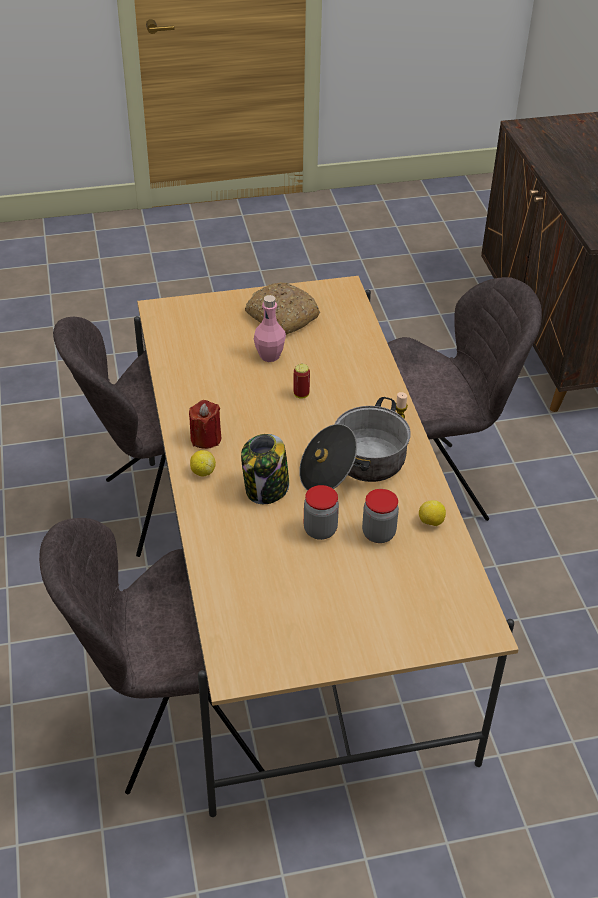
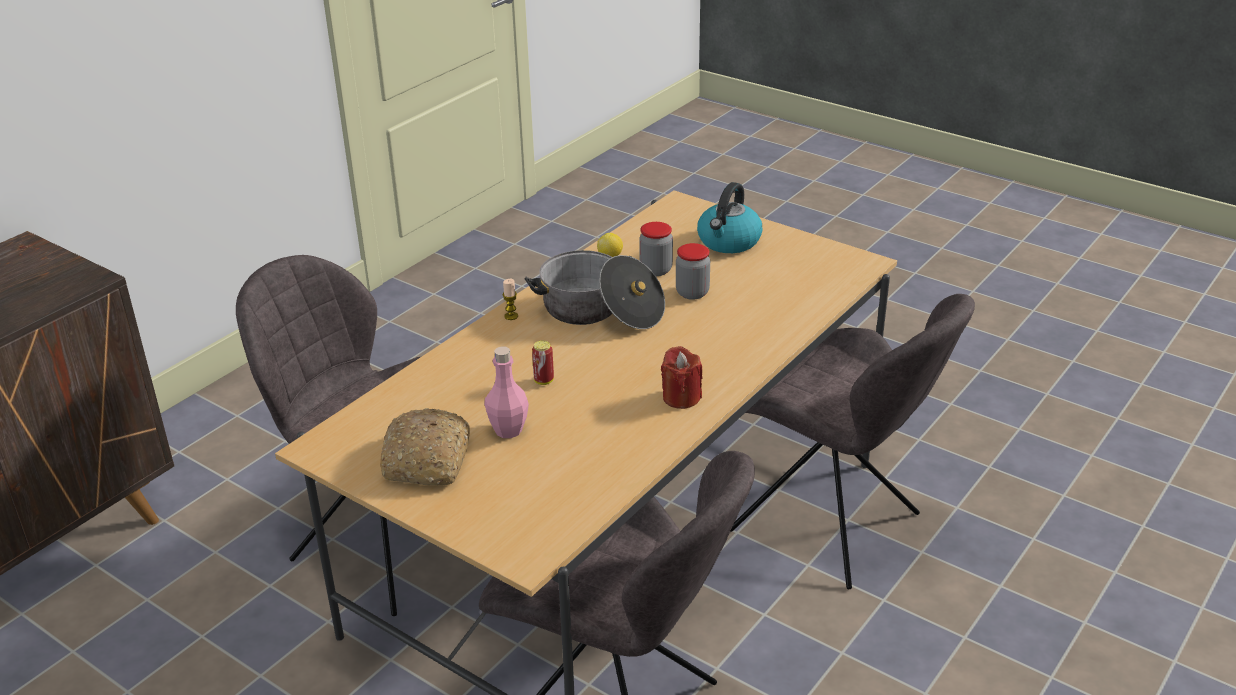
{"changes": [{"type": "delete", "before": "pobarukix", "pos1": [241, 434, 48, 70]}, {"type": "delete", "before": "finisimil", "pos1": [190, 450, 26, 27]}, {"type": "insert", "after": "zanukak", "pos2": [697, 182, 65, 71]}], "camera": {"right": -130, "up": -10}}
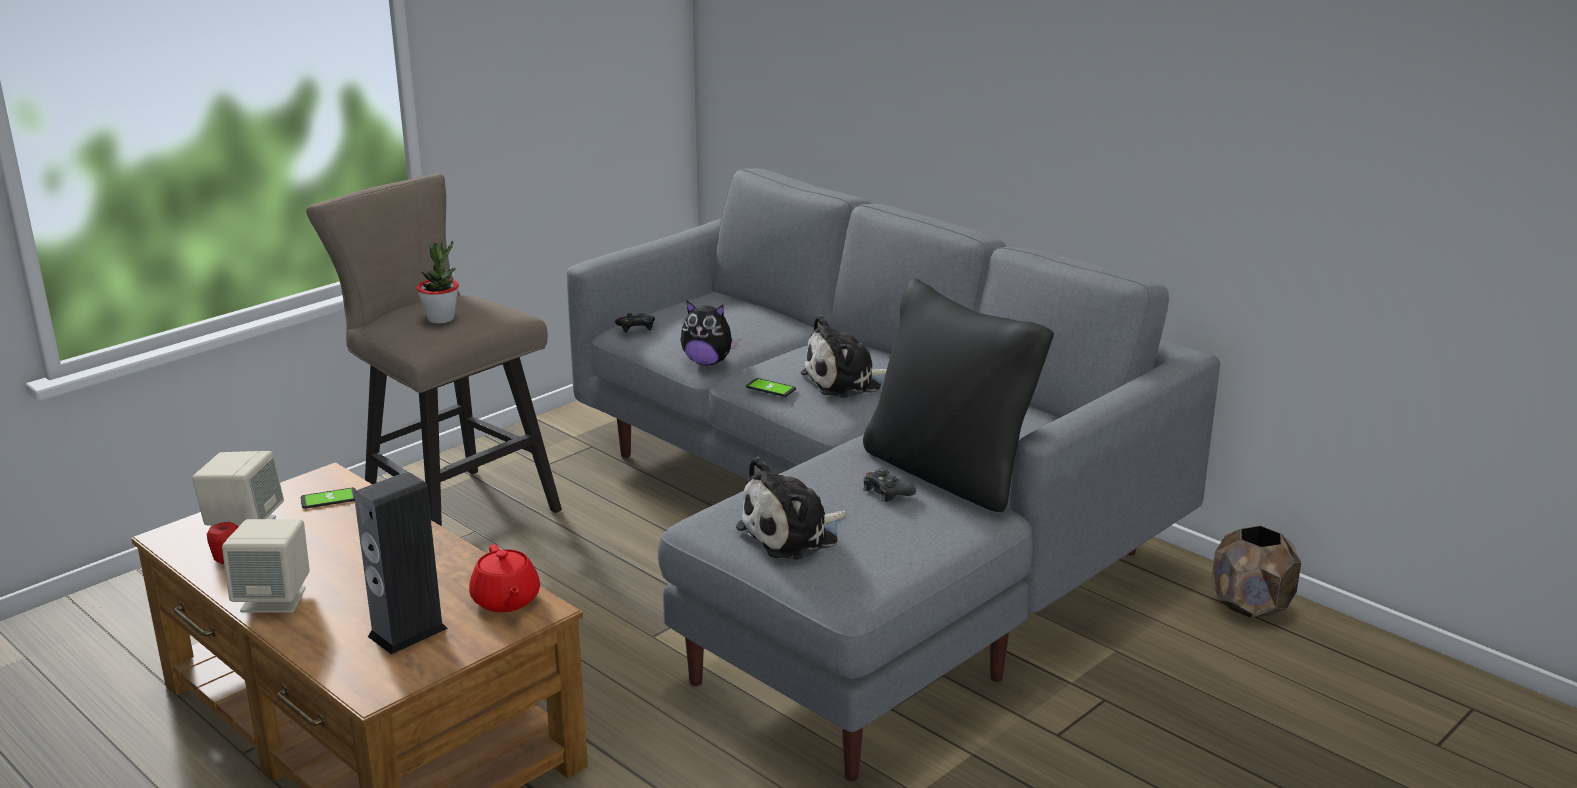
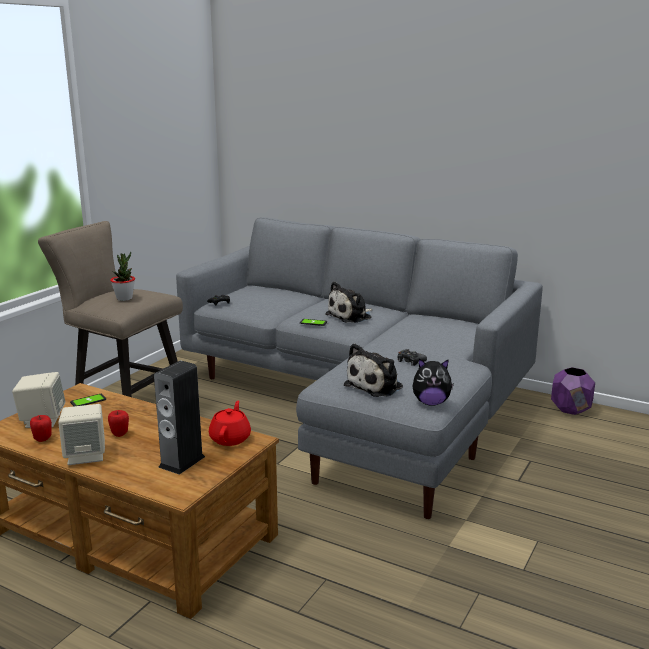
{"changes": [{"type": "delete", "before": "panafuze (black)", "pos1": [863, 279, 191, 233]}, {"type": "move", "before": "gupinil", "pos1": [681, 300, 59, 66], "pos2": [412, 359, 42, 47]}, {"type": "recolor", "before": "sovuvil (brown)", "after": "sovuvil (purple)", "pos1": [1211, 526, 90, 92], "pos2": [551, 367, 44, 48]}, {"type": "rotate", "before": "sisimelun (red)", "pos1": [469, 544, 71, 68], "pos2": [209, 400, 42, 46], "turn": -135}, {"type": "insert", "after": "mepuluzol", "pos2": [108, 410, 21, 27]}], "camera": {"right": -15, "up": -5}}
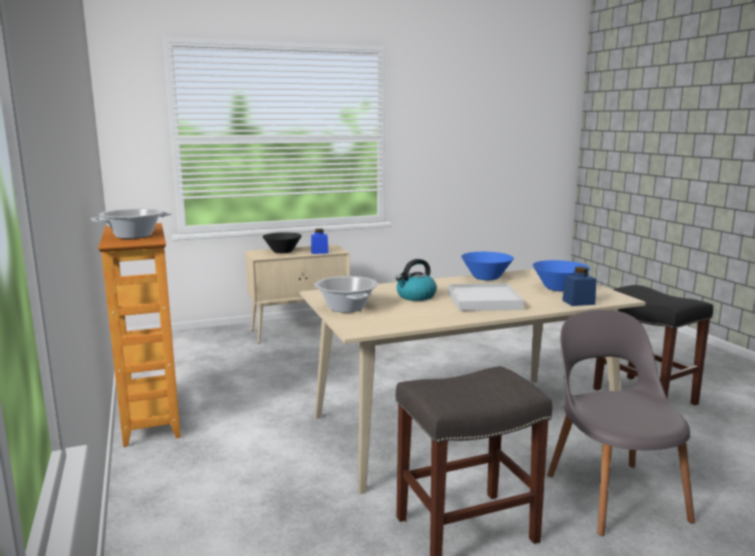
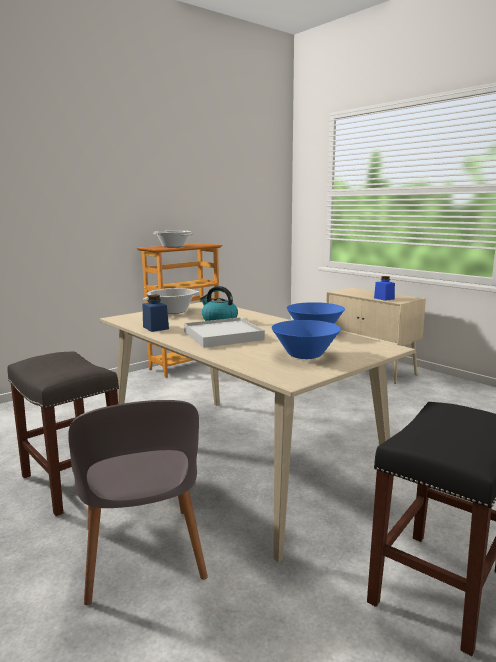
{"changes": [{"type": "delete", "before": "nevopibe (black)", "pos1": [263, 232, 39, 21]}, {"type": "move", "before": "pobarukix (blue)", "pos1": [562, 266, 34, 40], "pos2": [143, 295, 26, 37]}, {"type": "rotate", "before": "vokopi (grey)", "pos1": [547, 310, 148, 226], "pos2": [68, 400, 140, 205], "turn": 105}], "camera": {"right": 70, "up": 0}}
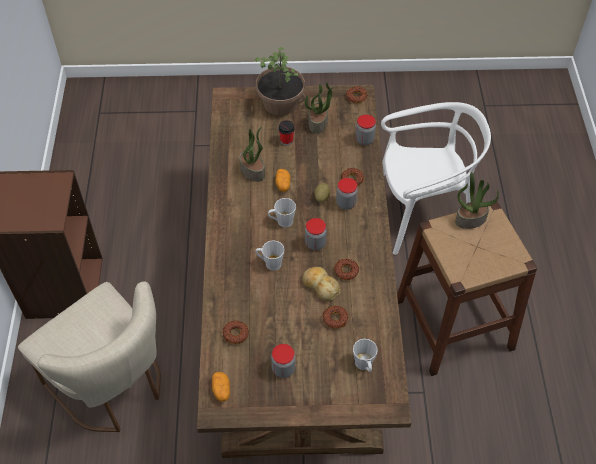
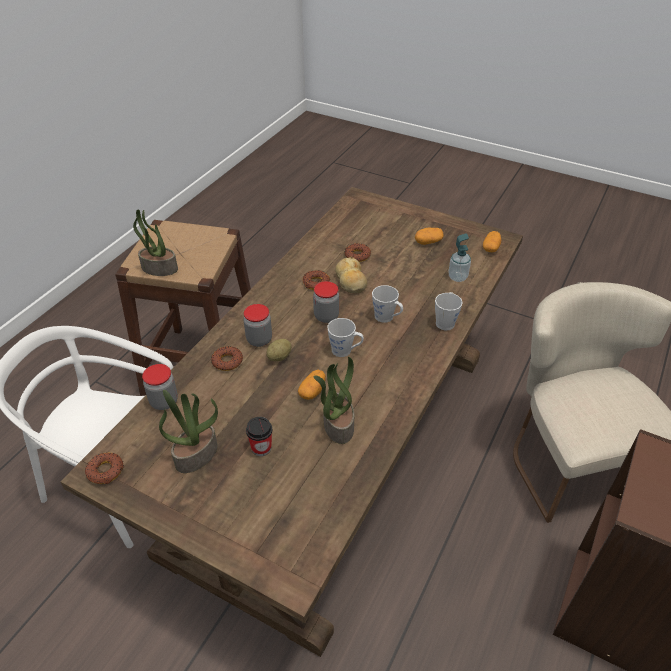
{"changes": [{"type": "delete", "before": "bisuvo", "pos1": [254, 47, 51, 69]}, {"type": "replace", "before": "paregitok", "after": "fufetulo", "pos1": [222, 321, 27, 23], "pos2": [448, 233, 23, 49]}, {"type": "move", "before": "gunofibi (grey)", "pos1": [353, 339, 25, 33], "pos2": [435, 292, 28, 39]}, {"type": "replace", "before": "pobarukix", "after": "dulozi", "pos1": [271, 344, 24, 34], "pos2": [415, 227, 29, 18]}], "camera": {"right": -150, "up": -10}}
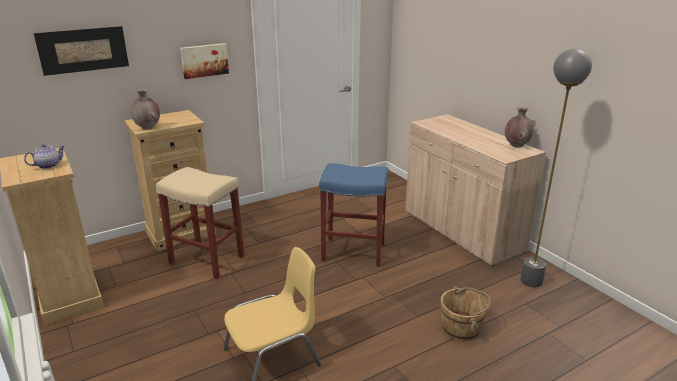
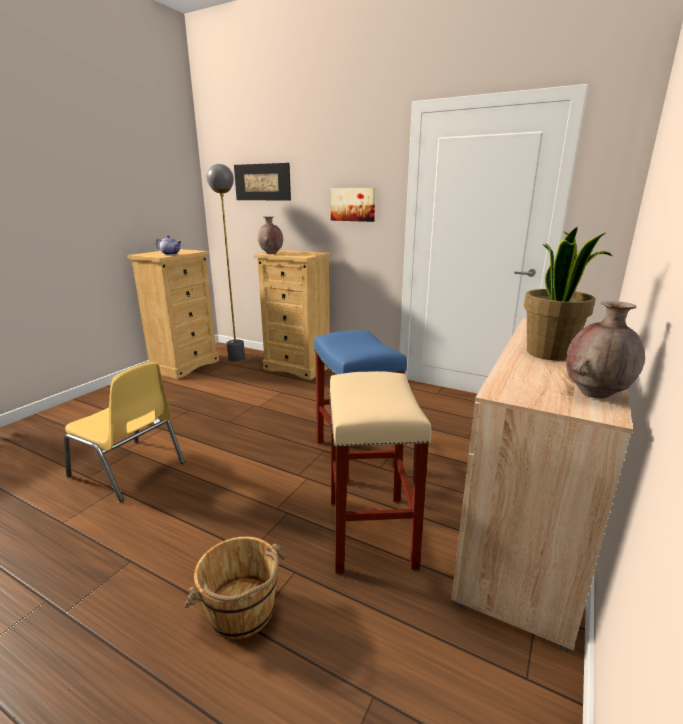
{"changes": [{"type": "move", "before": "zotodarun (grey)", "pos1": [520, 49, 72, 239], "pos2": [207, 164, 38, 198]}, {"type": "move", "before": "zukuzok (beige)", "pos1": [156, 167, 88, 112], "pos2": [329, 371, 103, 203]}, {"type": "insert", "after": "bisuvo", "pos2": [524, 227, 88, 134]}], "camera": {"right": 60, "up": -5}}
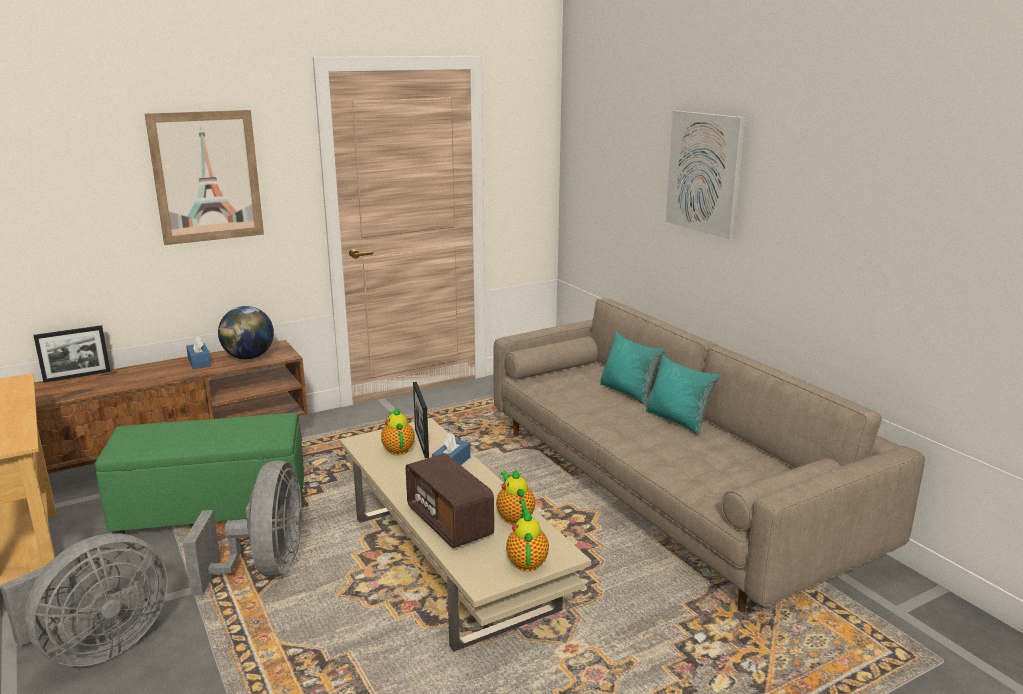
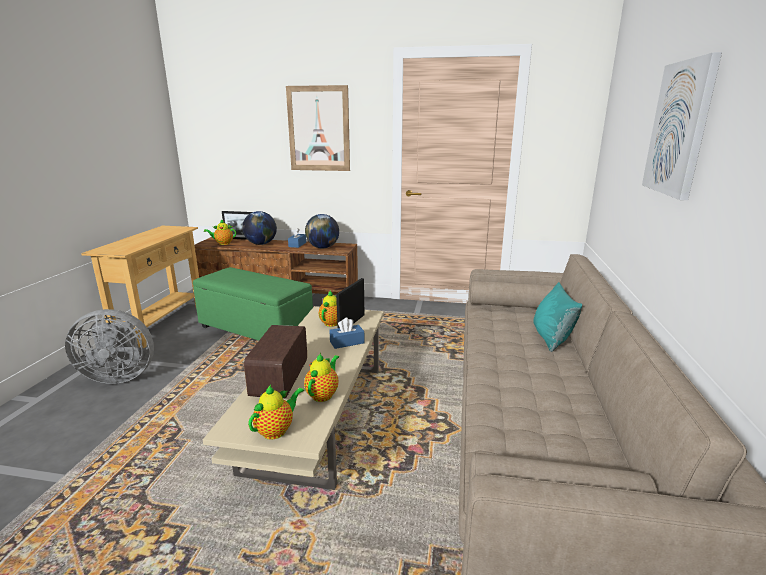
{"changes": [{"type": "delete", "before": "panafuze (turquoise)", "pos1": [646, 355, 74, 79]}, {"type": "delete", "before": "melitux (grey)", "pos1": [183, 460, 120, 136]}, {"type": "insert", "after": "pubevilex", "pos2": [242, 211, 35, 34]}, {"type": "insert", "after": "sisimelun", "pos2": [204, 219, 32, 26]}], "camera": {"right": 40, "up": 0}}
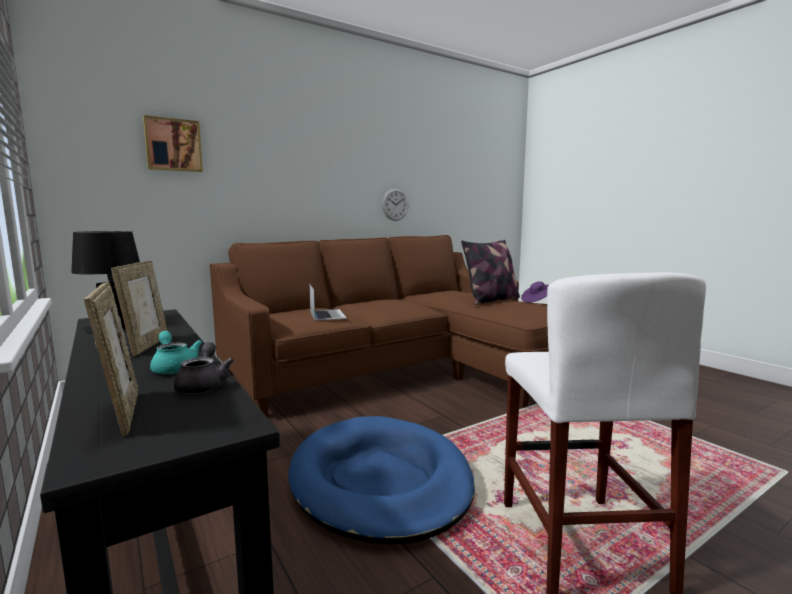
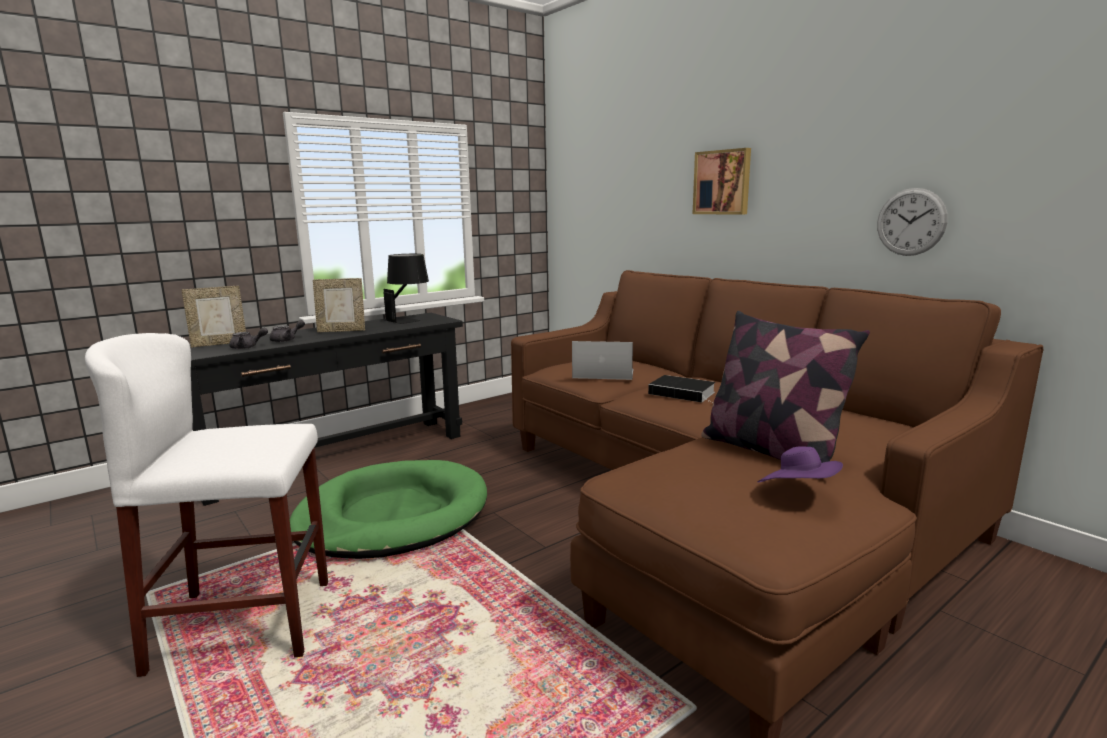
{"changes": [{"type": "move", "before": "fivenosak", "pos1": [143, 115, 60, 57], "pos2": [693, 148, 58, 66]}, {"type": "rotate", "before": "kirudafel", "pos1": [309, 284, 38, 37], "pos2": [572, 341, 61, 39], "turn": -150}, {"type": "recolor", "before": "sisimelun (turquoise)", "after": "sisimelun (grey)", "pos1": [150, 331, 52, 43], "pos2": [270, 320, 35, 22]}, {"type": "recolor", "before": "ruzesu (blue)", "after": "ruzesu (green)", "pos1": [288, 416, 187, 129], "pos2": [290, 460, 197, 99]}, {"type": "insert", "after": "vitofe", "pos2": [648, 375, 68, 28]}], "camera": {"right": 85, "up": 5}}
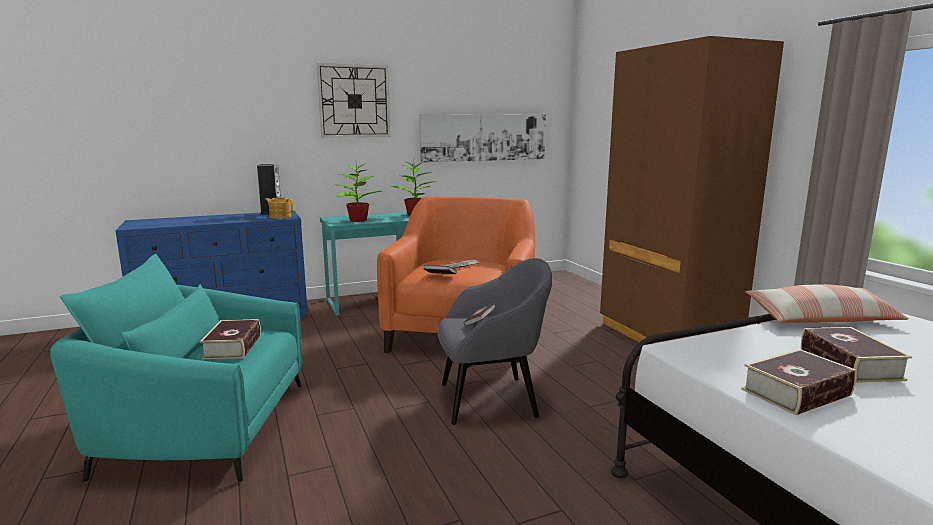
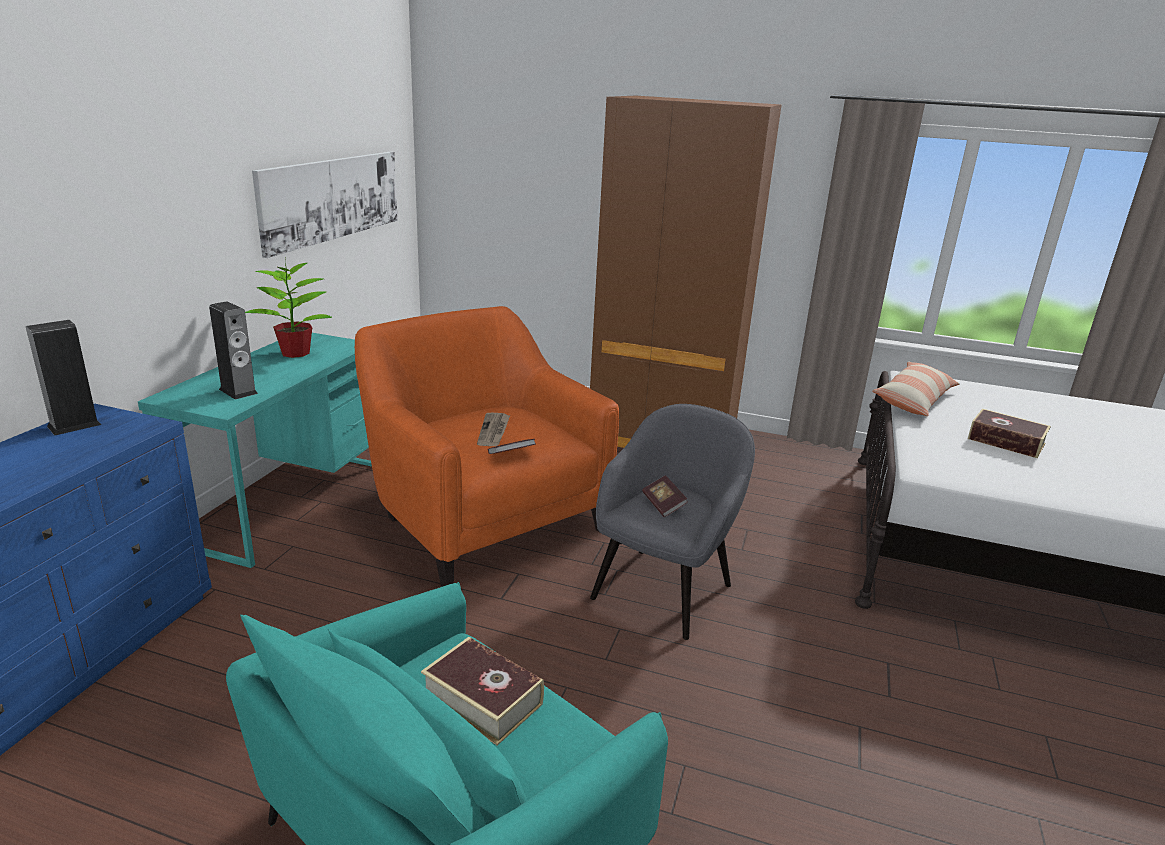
{"changes": [{"type": "delete", "before": "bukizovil", "pos1": [317, 63, 73, 75]}, {"type": "replace", "before": "bisuvo", "after": "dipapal", "pos1": [335, 163, 46, 59], "pos2": [209, 301, 49, 99]}, {"type": "delete", "before": "sisimelun", "pos1": [265, 197, 29, 22]}, {"type": "delete", "before": "vitofe", "pos1": [741, 349, 115, 66]}], "camera": {"right": -50, "up": 10}}
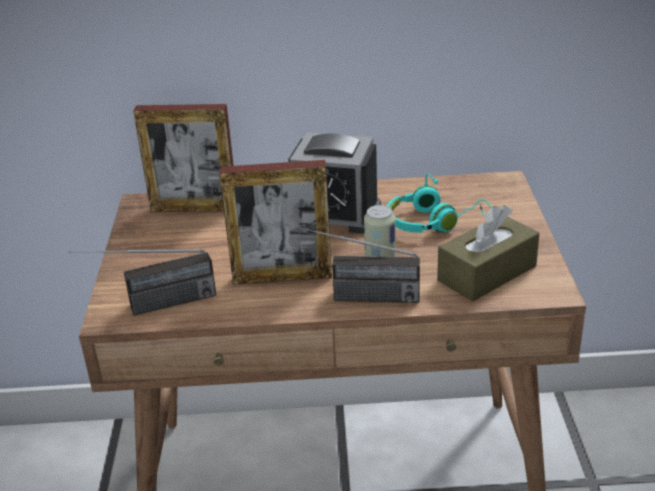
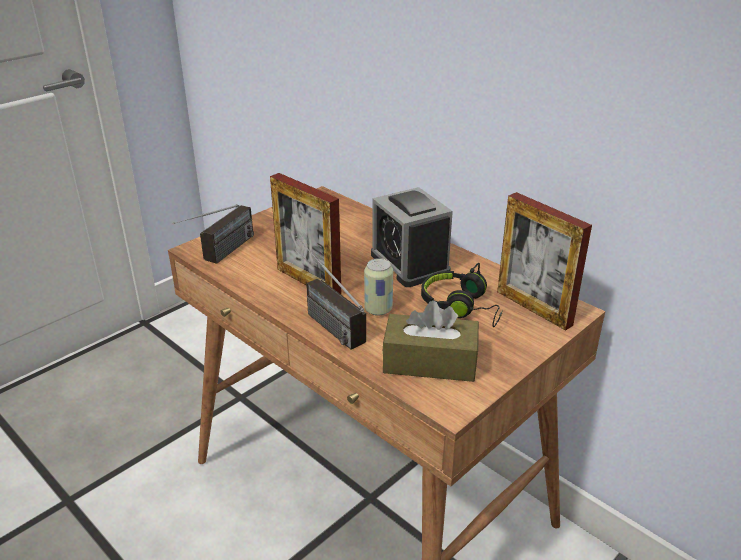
{"changes": [{"type": "move", "before": "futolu", "pos1": [133, 104, 101, 108], "pos2": [497, 192, 95, 139]}, {"type": "recolor", "before": "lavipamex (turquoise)", "after": "lavipamex (black)", "pos1": [387, 174, 105, 58], "pos2": [421, 263, 82, 64]}, {"type": "rotate", "before": "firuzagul", "pos1": [69, 249, 147, 67], "pos2": [173, 204, 81, 60], "turn": -90}], "camera": {"right": 45, "up": 0}}
